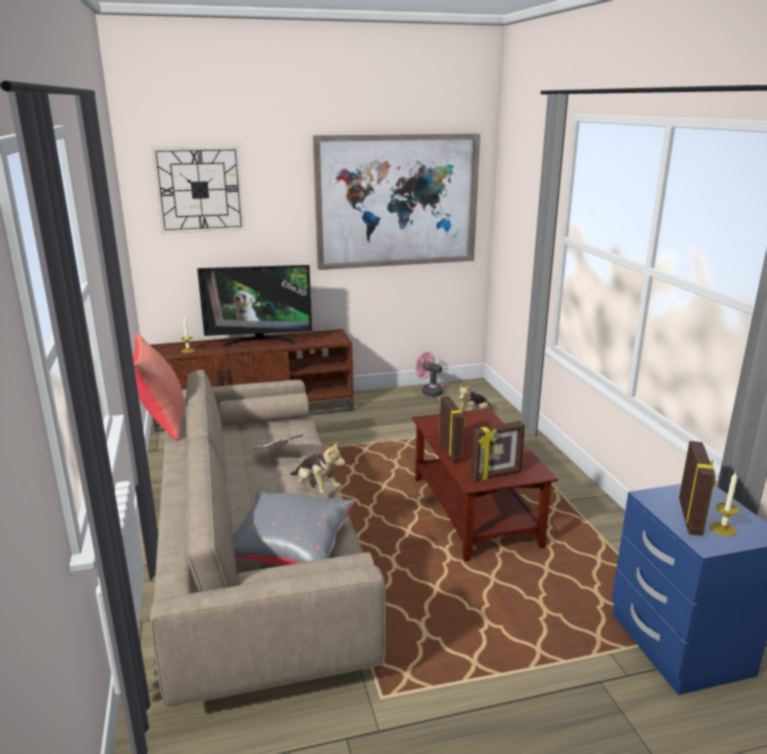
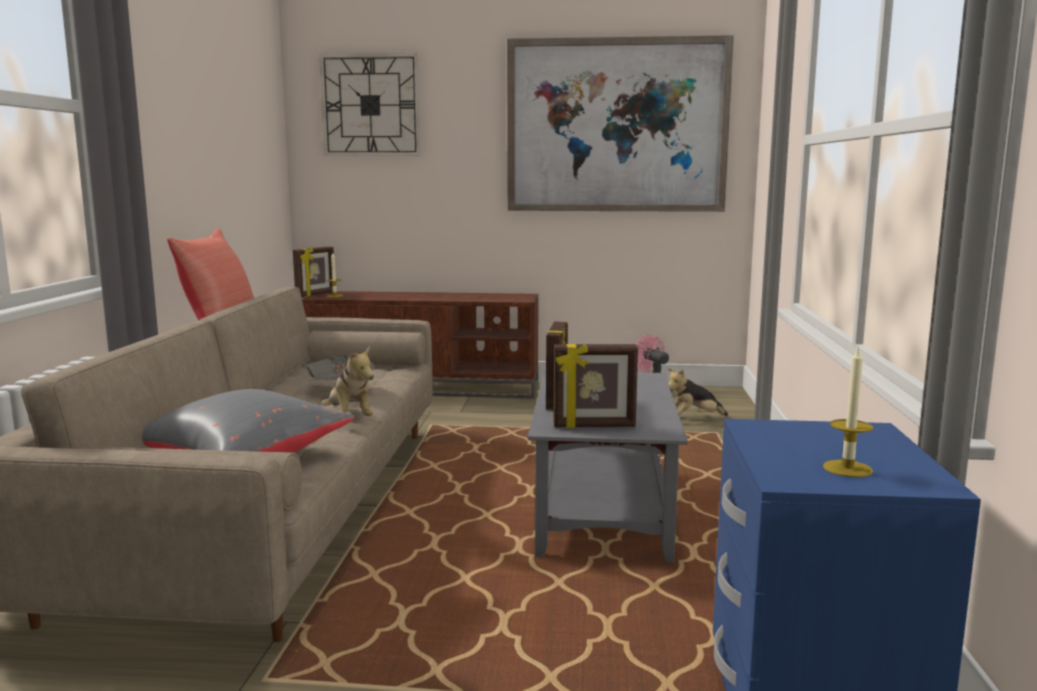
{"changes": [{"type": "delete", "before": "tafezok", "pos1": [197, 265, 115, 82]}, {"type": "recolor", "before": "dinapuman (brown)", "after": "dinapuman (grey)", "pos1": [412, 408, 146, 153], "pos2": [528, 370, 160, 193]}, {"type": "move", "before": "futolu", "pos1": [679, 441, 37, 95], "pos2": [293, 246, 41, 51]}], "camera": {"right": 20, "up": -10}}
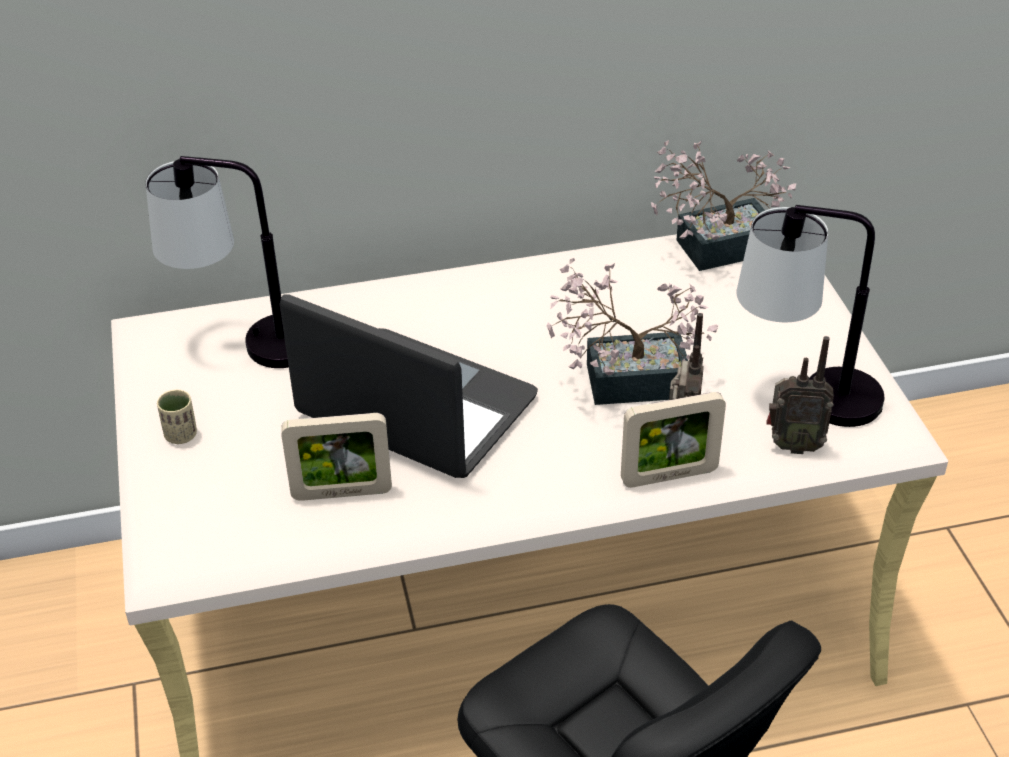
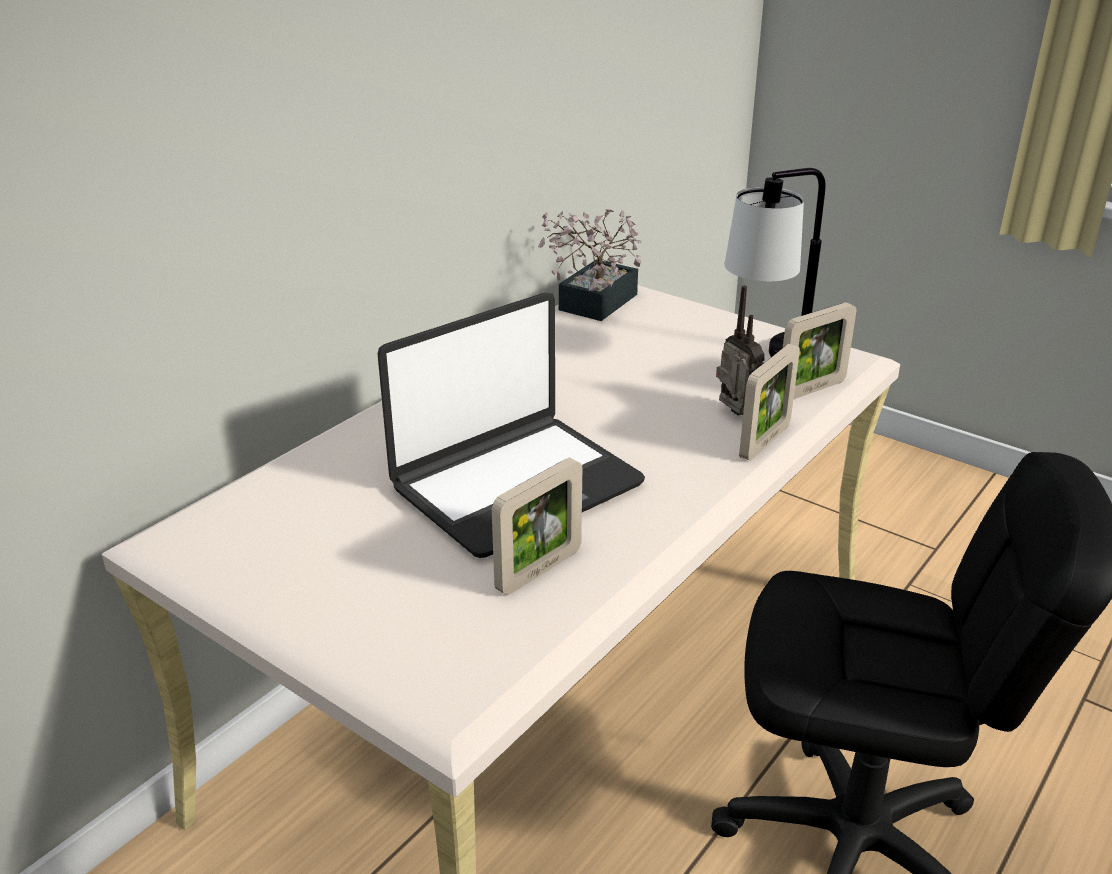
{"changes": [{"type": "delete", "before": "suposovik", "pos1": [145, 156, 144, 212]}, {"type": "delete", "before": "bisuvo", "pos1": [547, 258, 171, 147]}, {"type": "rotate", "before": "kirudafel", "pos1": [280, 295, 258, 183], "pos2": [378, 293, 267, 265], "turn": 150}, {"type": "replace", "before": "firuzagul", "after": "futolu", "pos1": [767, 336, 67, 118], "pos2": [783, 302, 73, 97]}, {"type": "delete", "before": "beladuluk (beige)", "pos1": [157, 390, 40, 54]}], "camera": {"right": -40, "up": -10}}
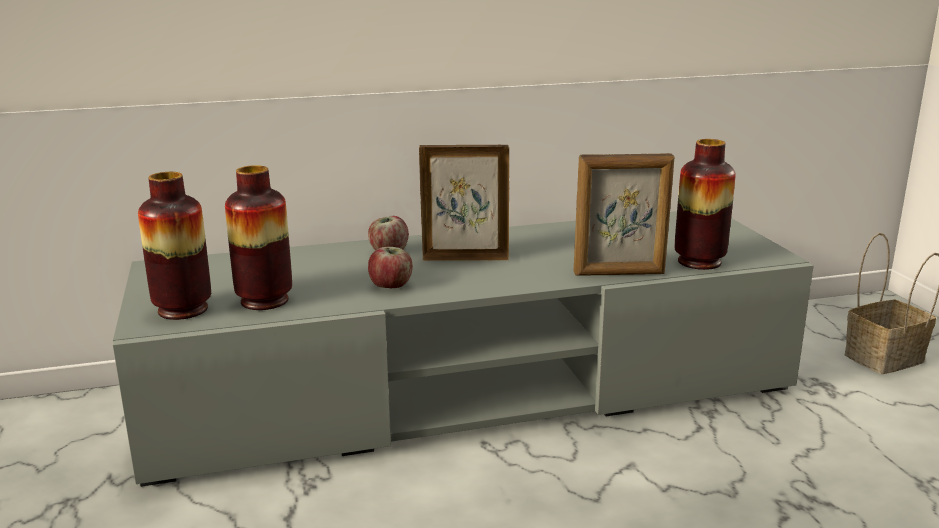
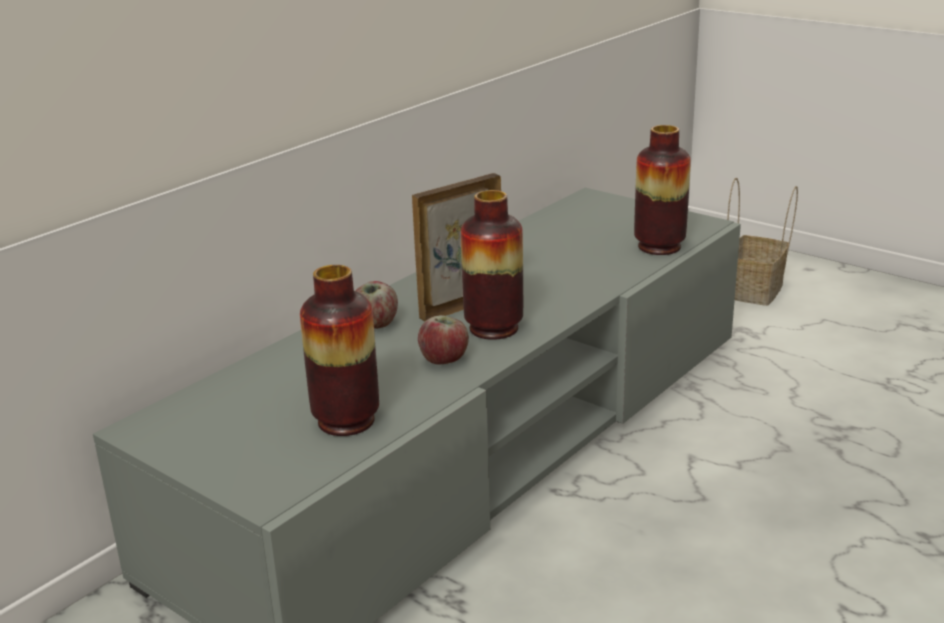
{"changes": [{"type": "delete", "before": "futolu", "pos1": [574, 153, 100, 123]}, {"type": "move", "before": "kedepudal", "pos1": [138, 172, 73, 148], "pos2": [461, 190, 62, 150]}], "camera": {"right": -35, "up": 5}}
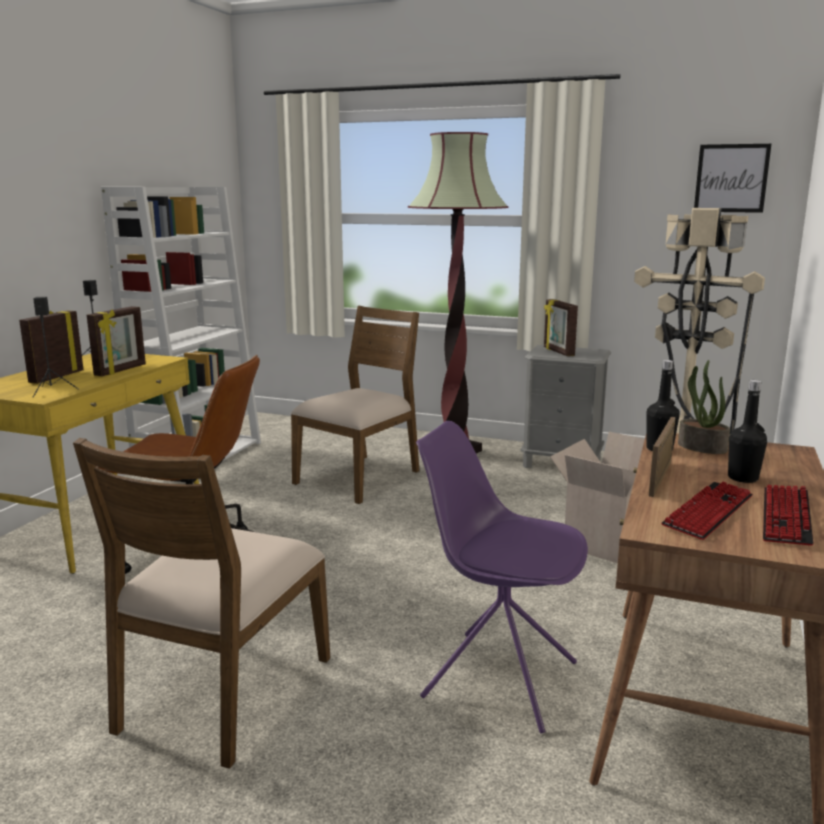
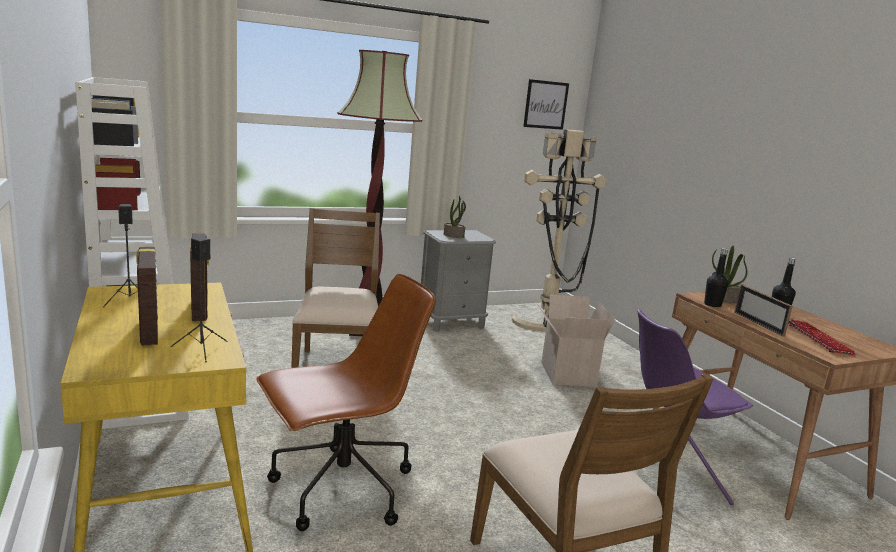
{"changes": [{"type": "replace", "before": "futolu", "after": "bisuvo", "pos1": [544, 299, 34, 57], "pos2": [444, 196, 22, 42]}, {"type": "delete", "before": "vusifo", "pos1": [763, 485, 51, 60]}], "camera": {"right": -45, "up": 0}}
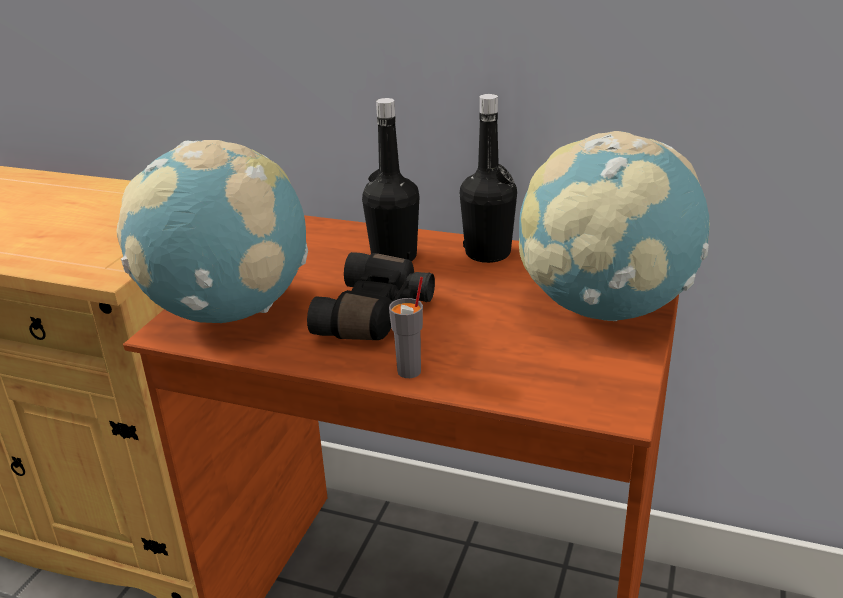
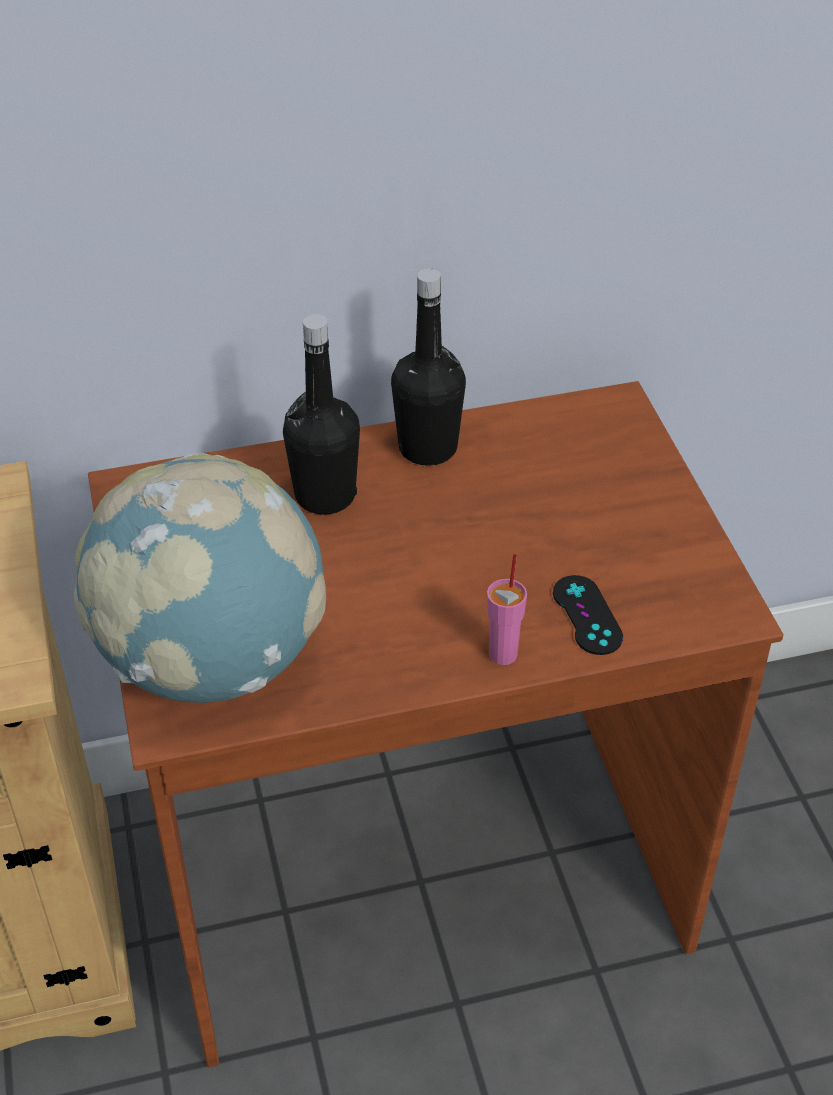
{"changes": [{"type": "delete", "before": "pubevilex", "pos1": [519, 131, 191, 190]}, {"type": "delete", "before": "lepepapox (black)", "pos1": [307, 252, 128, 88]}, {"type": "recolor", "before": "beladuluk (grey)", "after": "beladuluk (pink)", "pos1": [389, 277, 34, 101], "pos2": [487, 554, 40, 111]}, {"type": "insert", "after": "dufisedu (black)", "pos2": [553, 575, 70, 80]}], "camera": {"right": -35, "up": 15}}
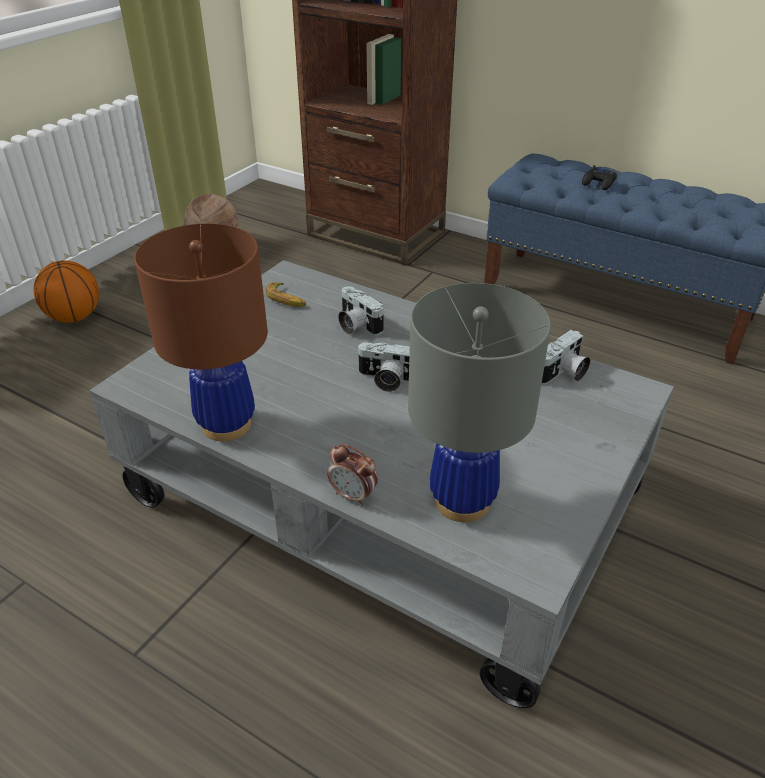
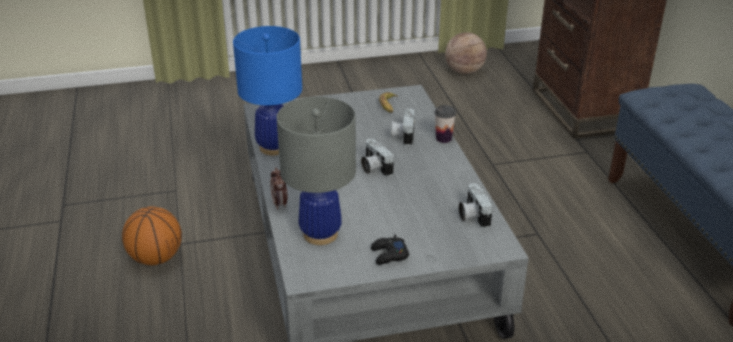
{"changes": [{"type": "move", "before": "dufisedu (black)", "pos1": [582, 165, 35, 25], "pos2": [371, 235, 38, 30]}, {"type": "recolor", "before": "suposovik (brown)", "after": "suposovik (blue)", "pos1": [134, 223, 134, 218], "pos2": [233, 26, 69, 129]}, {"type": "move", "before": "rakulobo", "pos1": [33, 260, 66, 63], "pos2": [122, 206, 60, 59]}, {"type": "rotate", "before": "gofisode", "pos1": [542, 330, 49, 54], "pos2": [459, 183, 34, 45], "turn": 75}, {"type": "insert", "after": "beladuluk", "pos2": [435, 105, 21, 38]}], "camera": {"right": 45, "up": -5}}
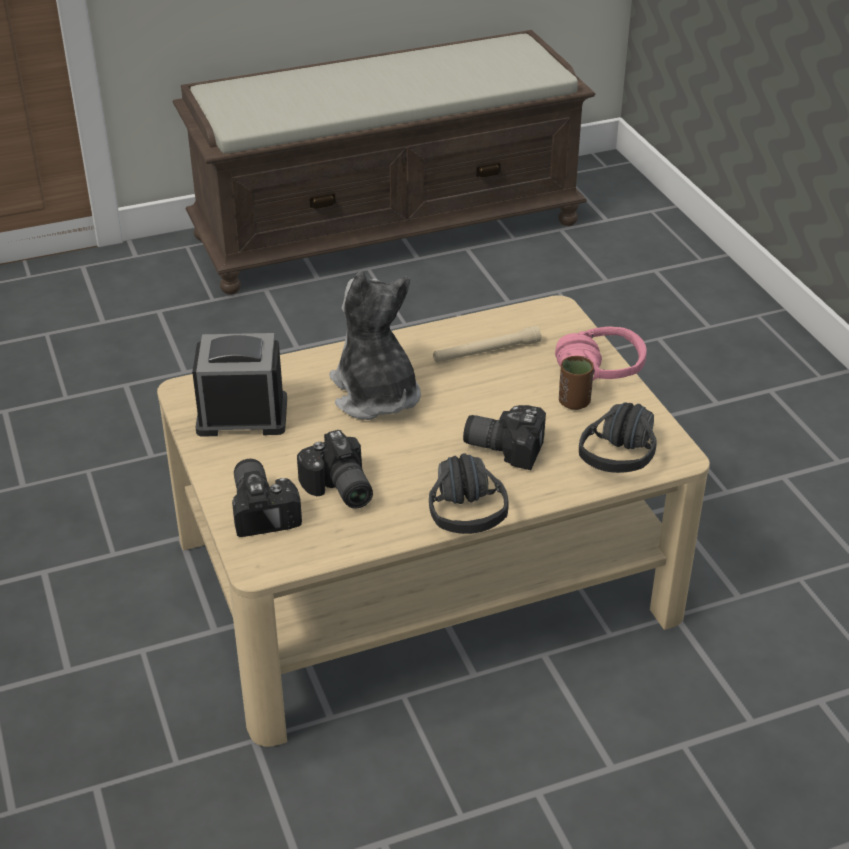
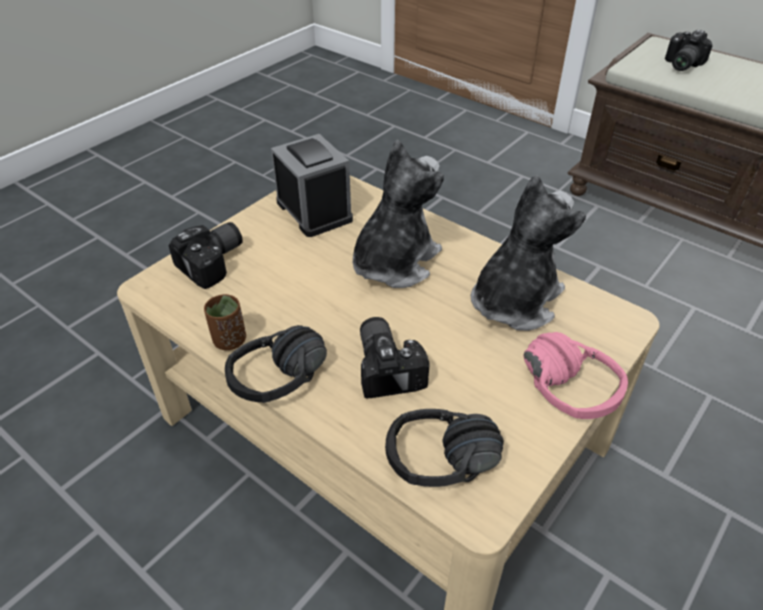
{"changes": [{"type": "replace", "before": "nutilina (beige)", "after": "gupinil", "pos1": [433, 326, 108, 37], "pos2": [471, 175, 115, 156]}, {"type": "move", "before": "beladuluk (brown)", "pos1": [559, 356, 35, 54], "pos2": [204, 294, 42, 56]}, {"type": "move", "before": "gofisode", "pos1": [297, 430, 76, 79], "pos2": [665, 29, 47, 42]}], "camera": {"right": 60, "up": 5}}
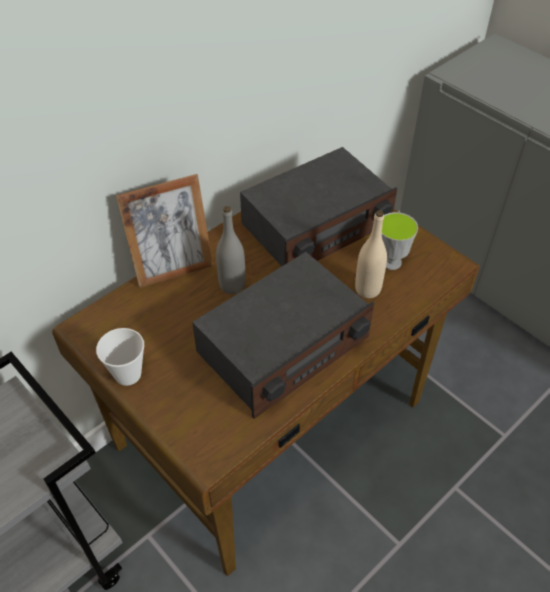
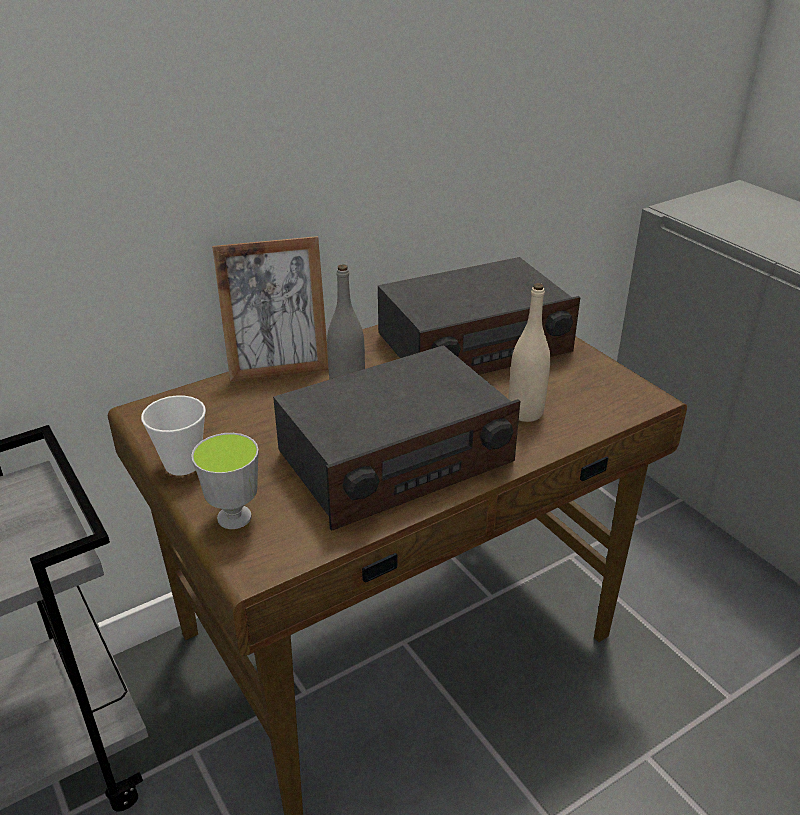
{"changes": [{"type": "move", "before": "beladuluk", "pos1": [382, 212, 36, 58], "pos2": [191, 433, 68, 96]}], "camera": {"right": 10, "up": -15}}
